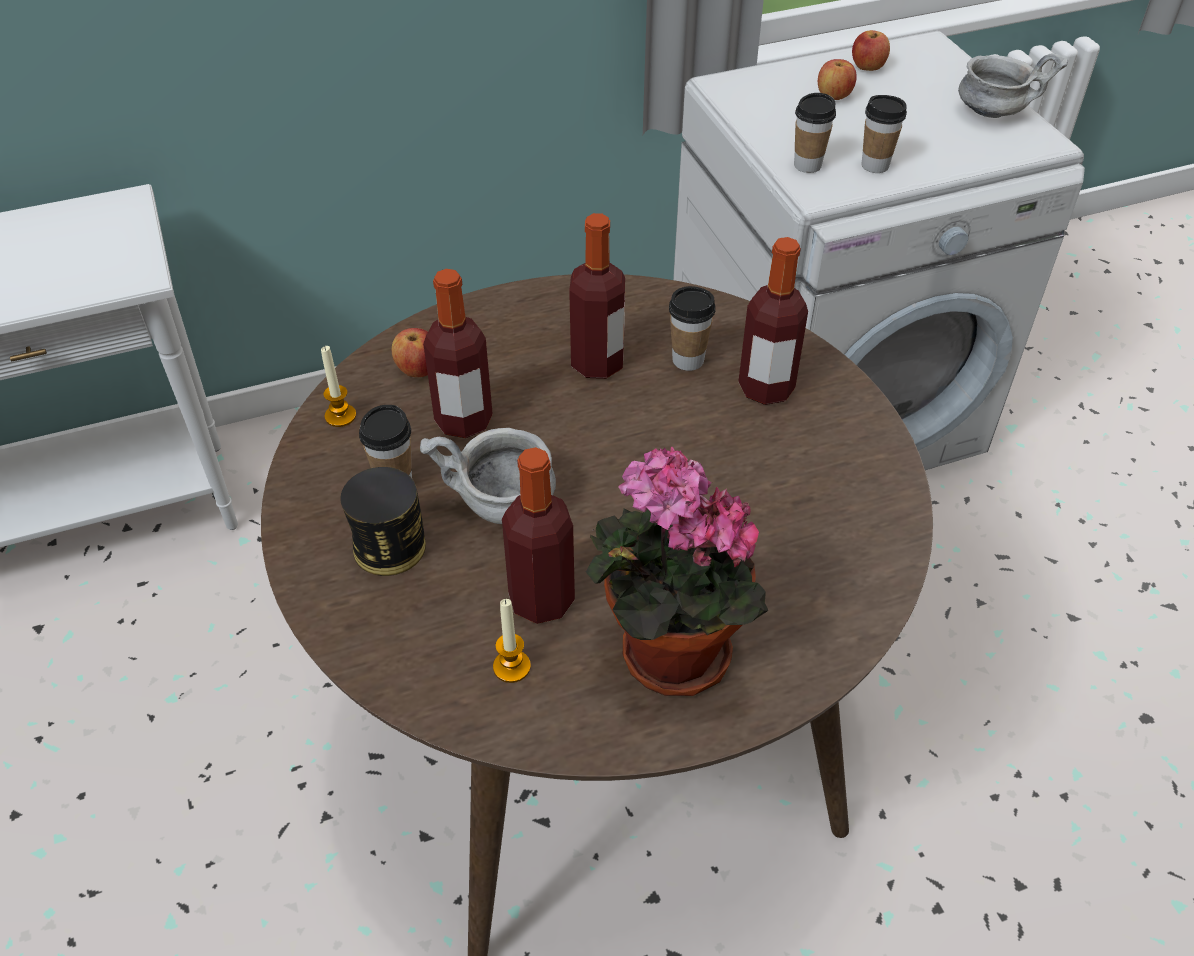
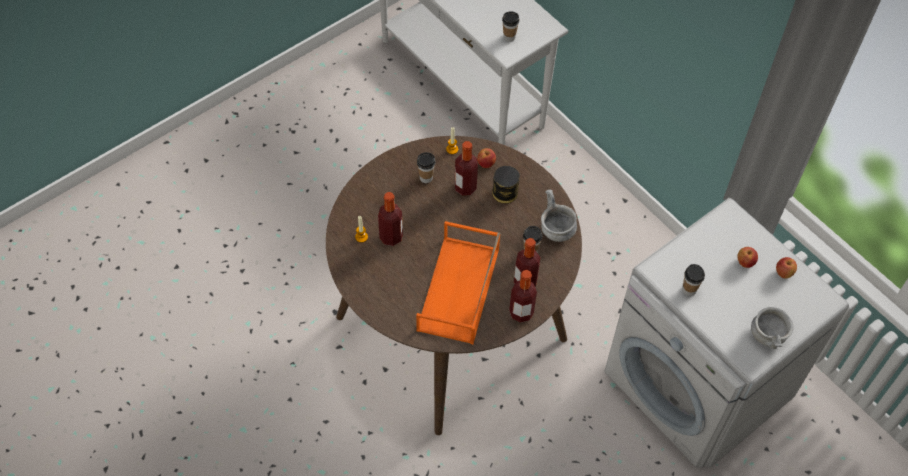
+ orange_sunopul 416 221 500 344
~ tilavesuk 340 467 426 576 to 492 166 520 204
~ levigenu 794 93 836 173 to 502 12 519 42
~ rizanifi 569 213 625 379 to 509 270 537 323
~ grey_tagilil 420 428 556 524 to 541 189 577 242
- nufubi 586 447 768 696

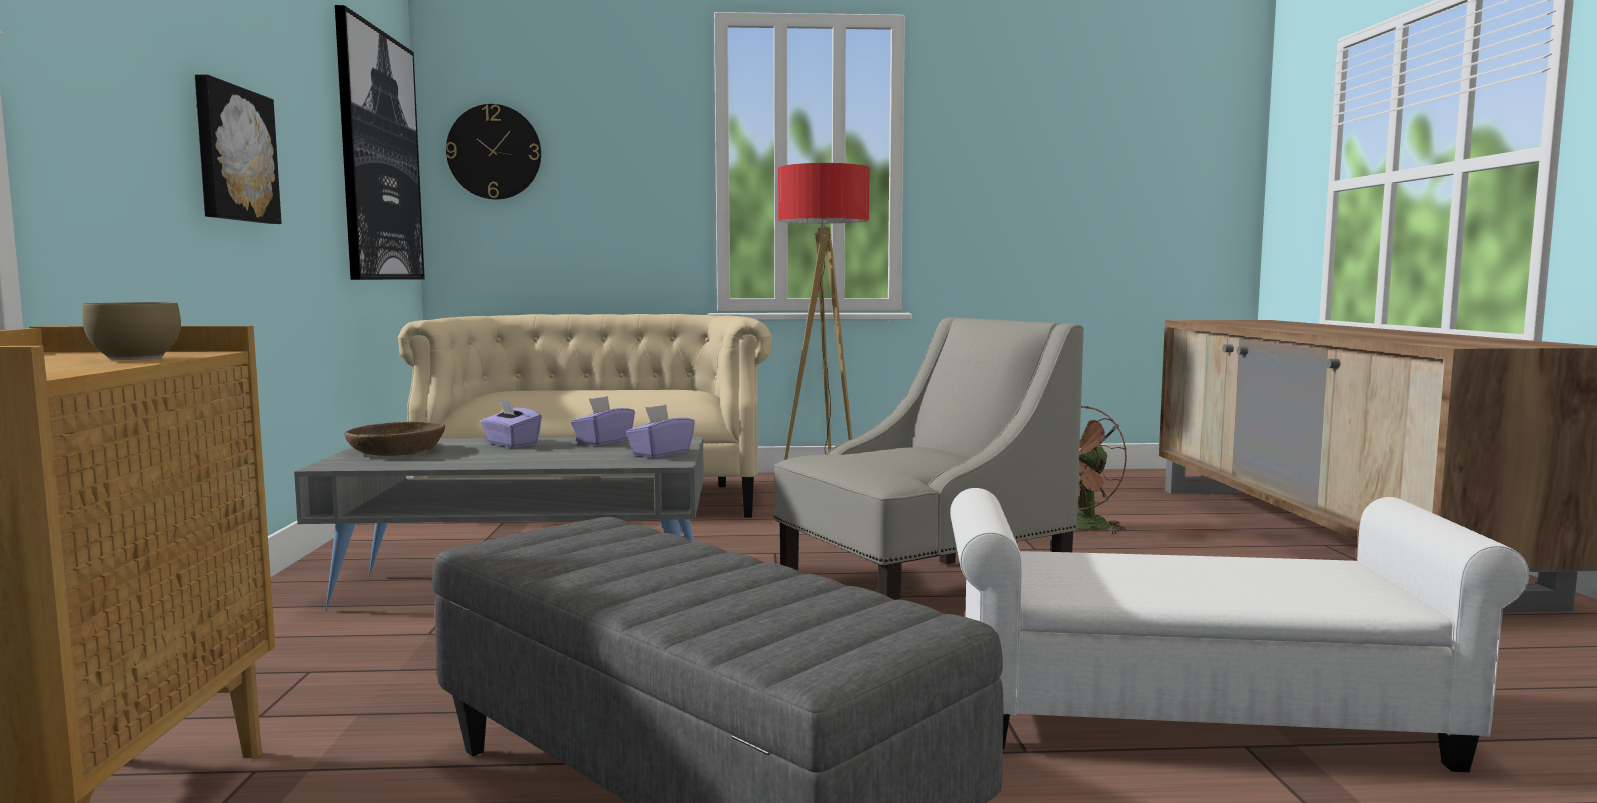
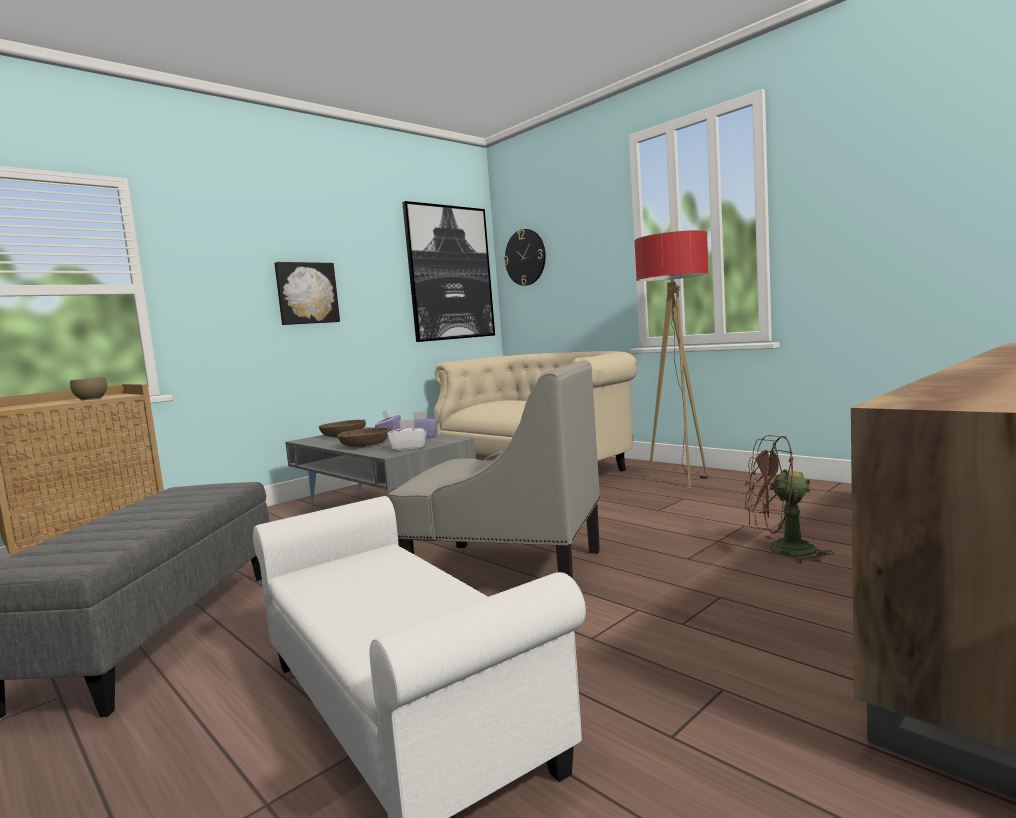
+ brown_tagilil 337 427 391 447
~ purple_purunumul 626 405 695 458 to white_purunumul 387 419 427 451

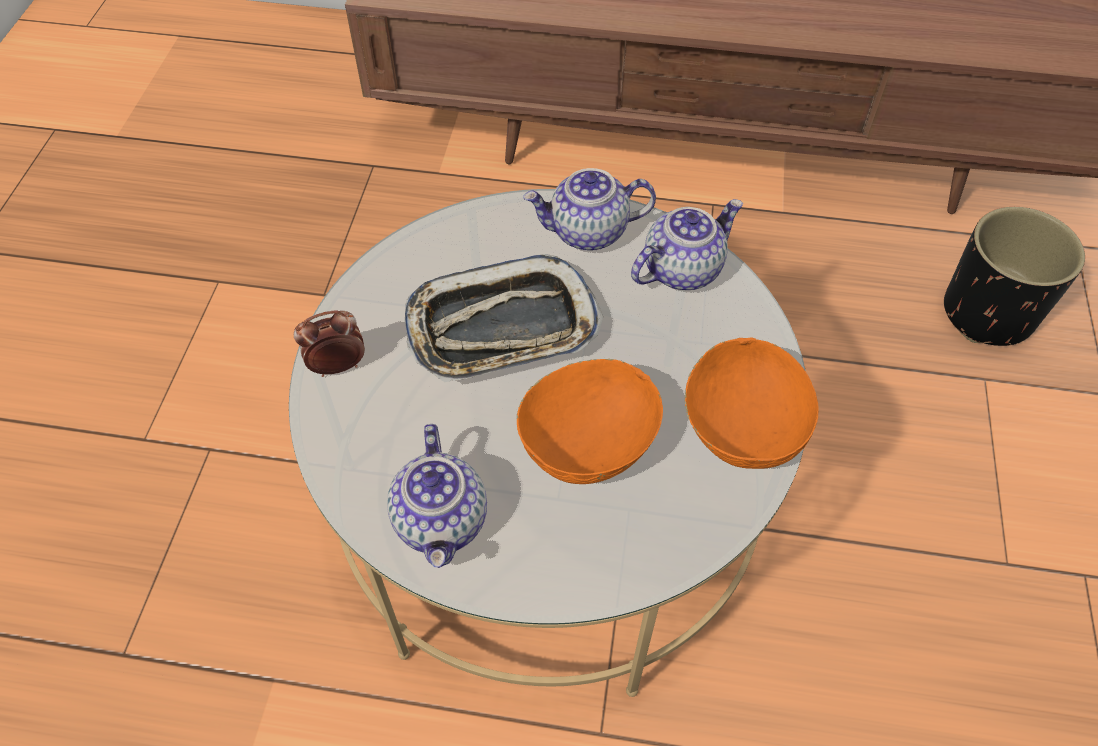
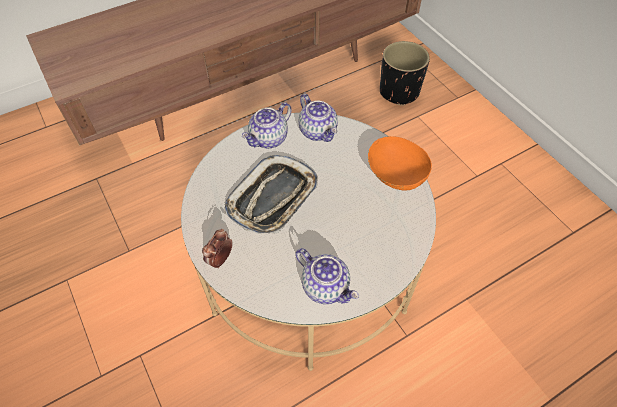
~ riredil 631 199 743 290 = 299 94 338 142 135 degrees clockwise
- orange_tagilil 517 358 663 484

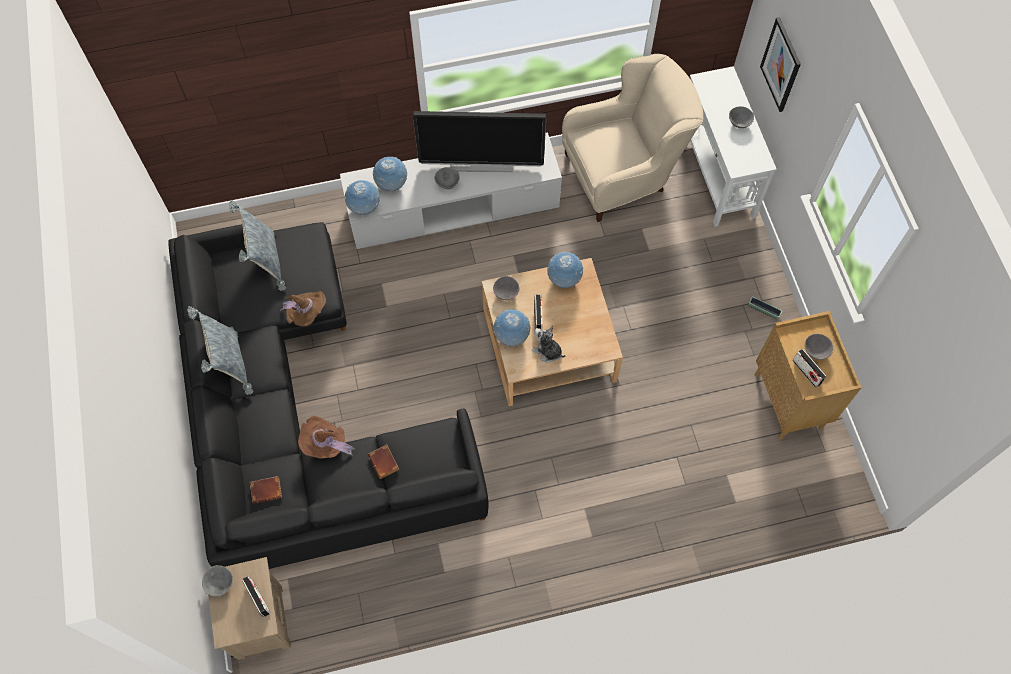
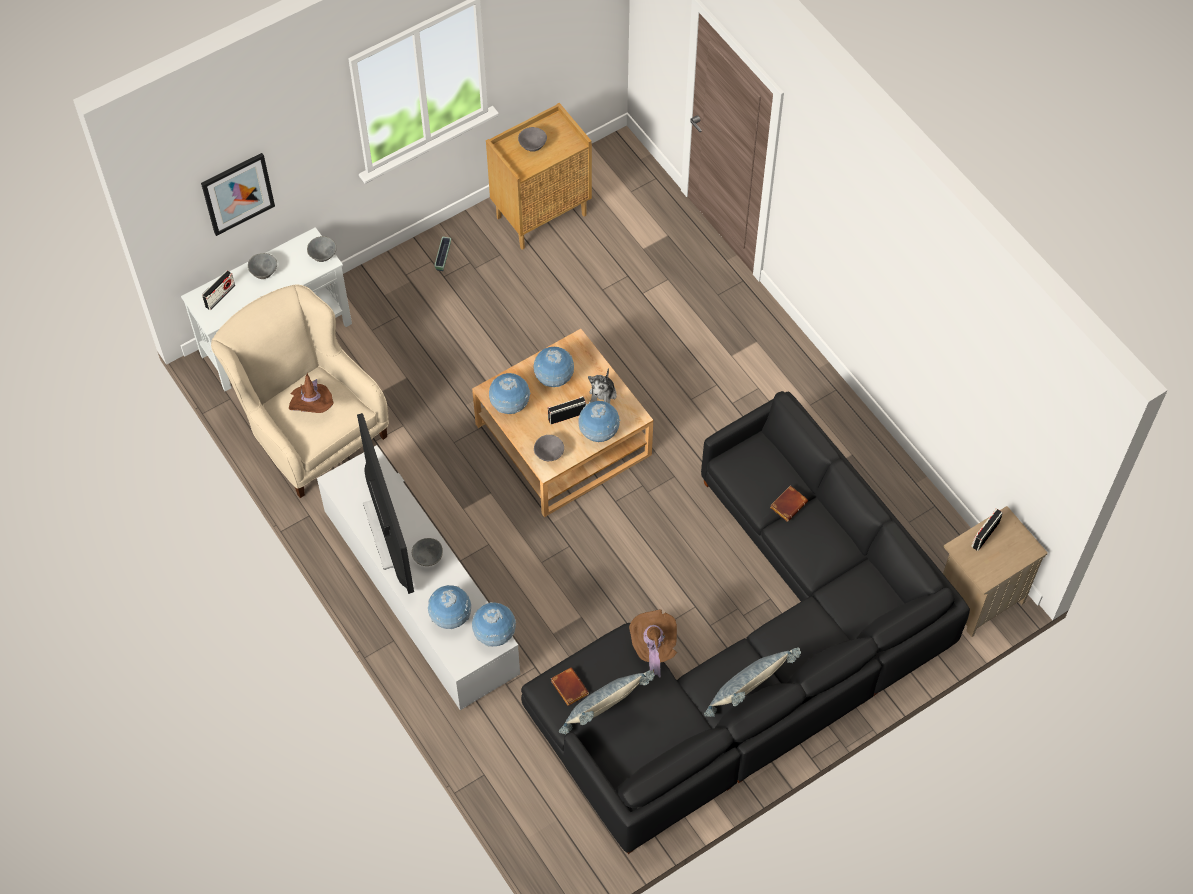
~ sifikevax 792 349 826 388 to 202 270 235 310
~ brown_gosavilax 298 416 355 459 to 289 372 334 413
~ grey_tagilil 202 565 233 597 to 307 236 337 262
+ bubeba 533 347 574 387
~ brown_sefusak 250 476 282 504 to 551 667 589 706

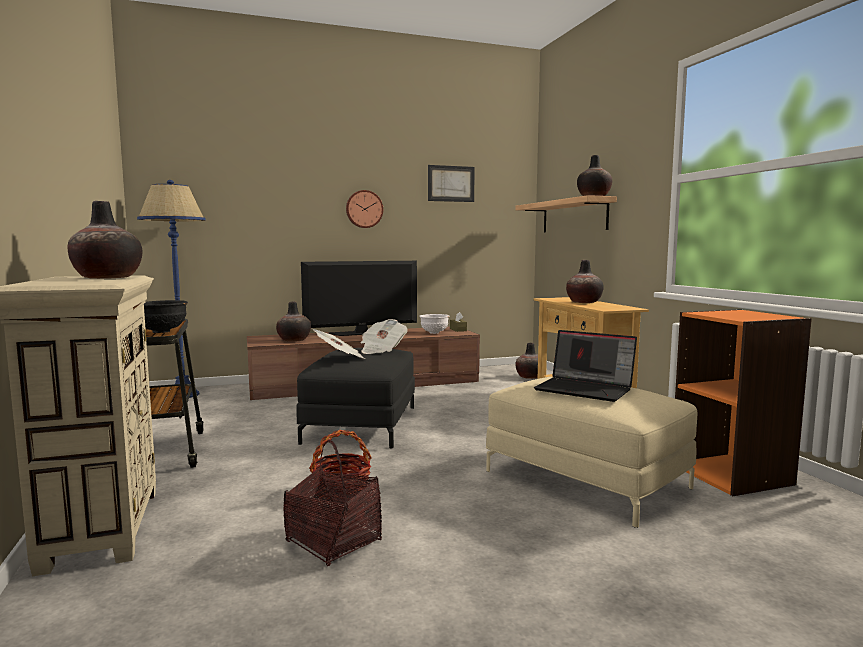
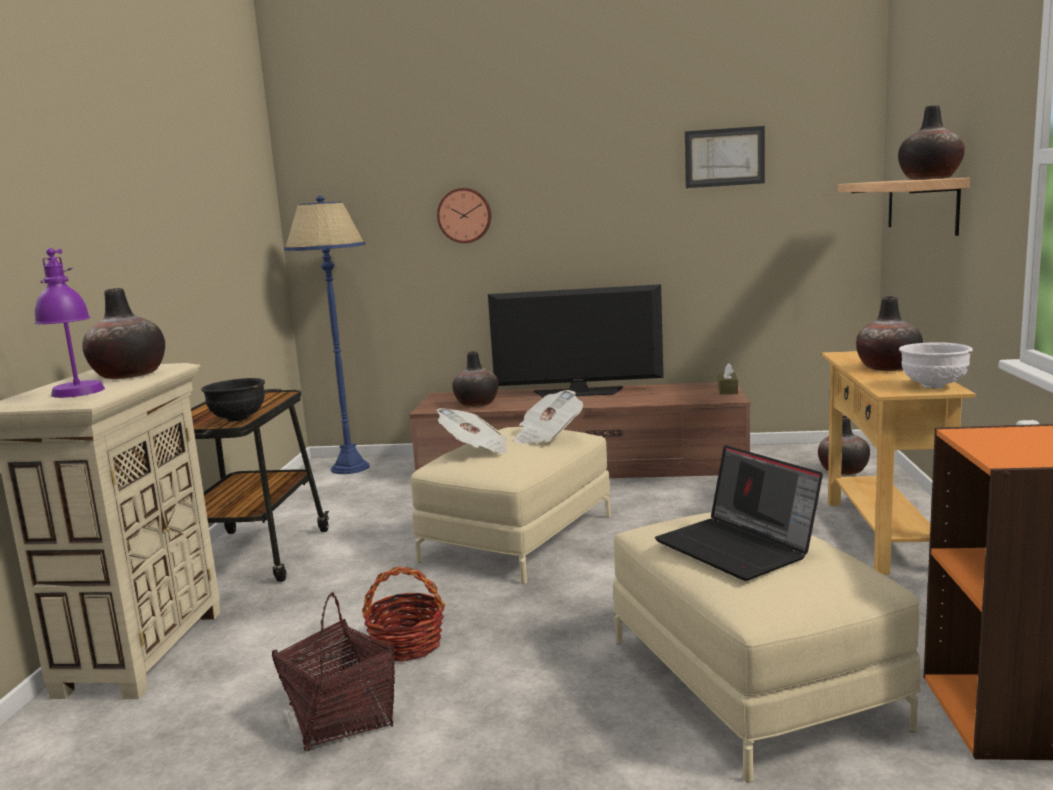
+ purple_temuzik 34 248 105 398
~ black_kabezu 297 348 415 448 to beige_kabezu 411 427 611 584
~ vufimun 346 190 383 228 to 437 188 491 243
~ white_tagilil 419 314 449 334 to 899 342 973 388

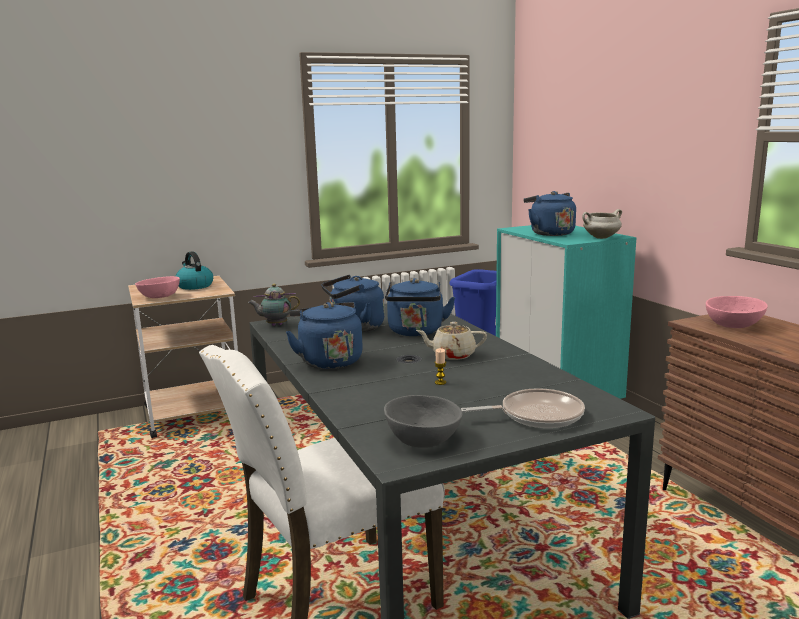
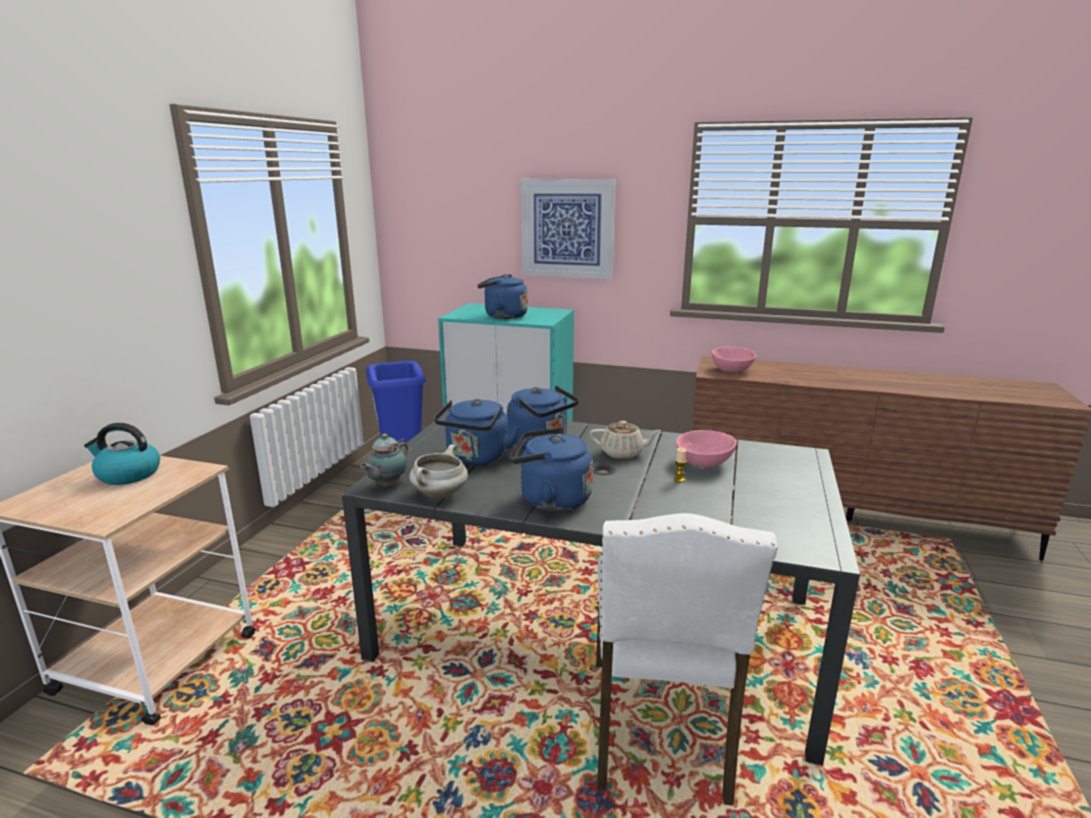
~ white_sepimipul 582 209 622 239 to 409 444 468 498
+ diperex 521 179 616 279
~ beige_riredil 416 322 487 360 = 590 421 661 459 120 degrees counterclockwise
~ pink_tagilil 135 276 180 298 to 676 430 737 468
- grey_tagilil 384 395 463 448
- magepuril 461 388 585 428

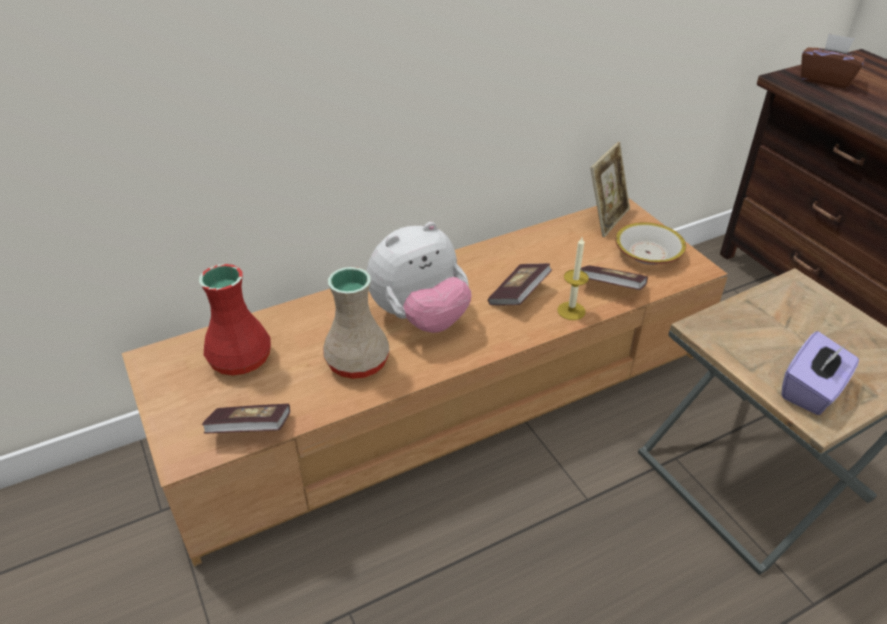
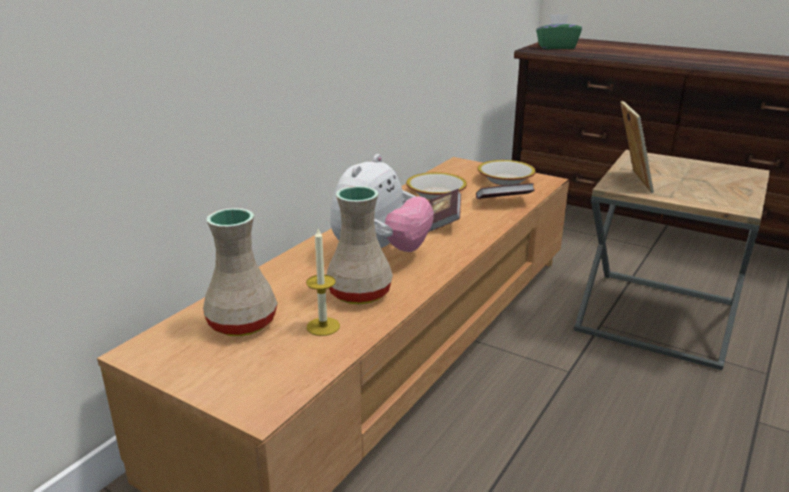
~ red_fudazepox 199 264 271 376 to beige_fudazepox 203 208 277 336
~ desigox 557 237 589 320 to 306 229 340 336
+ tagilil 406 172 467 200
~ brown_purunumul 801 33 865 89 to green_purunumul 536 14 582 49
~ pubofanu 590 142 630 237 to 621 101 654 193
- sefusak 202 404 290 433
- purple_purunumul 781 331 859 415

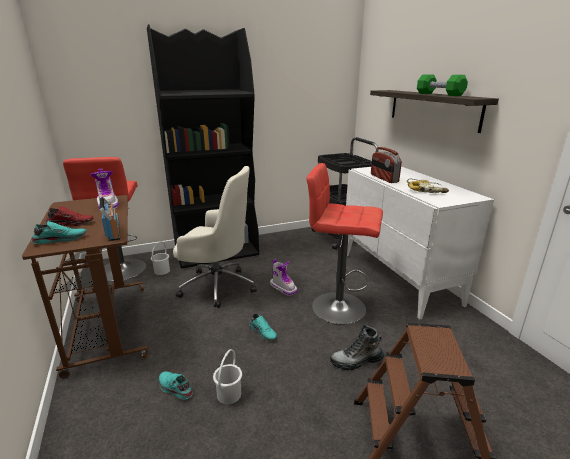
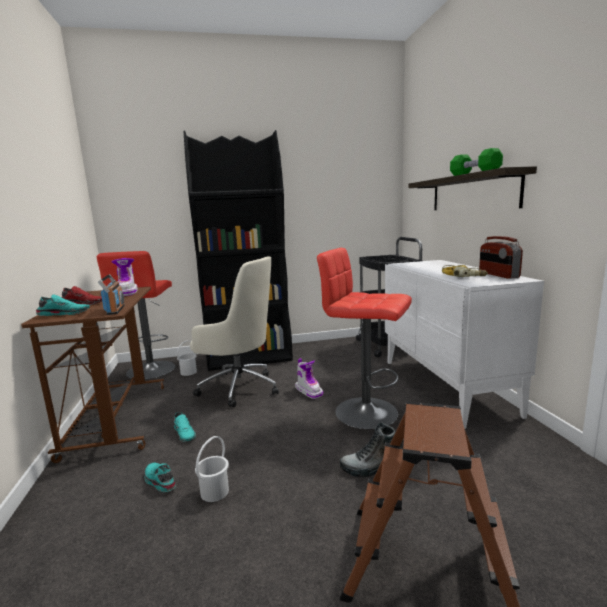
~ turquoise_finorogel 250 314 277 341 to 174 412 196 442
~ sifikevax 371 147 402 183 to 479 236 523 279

